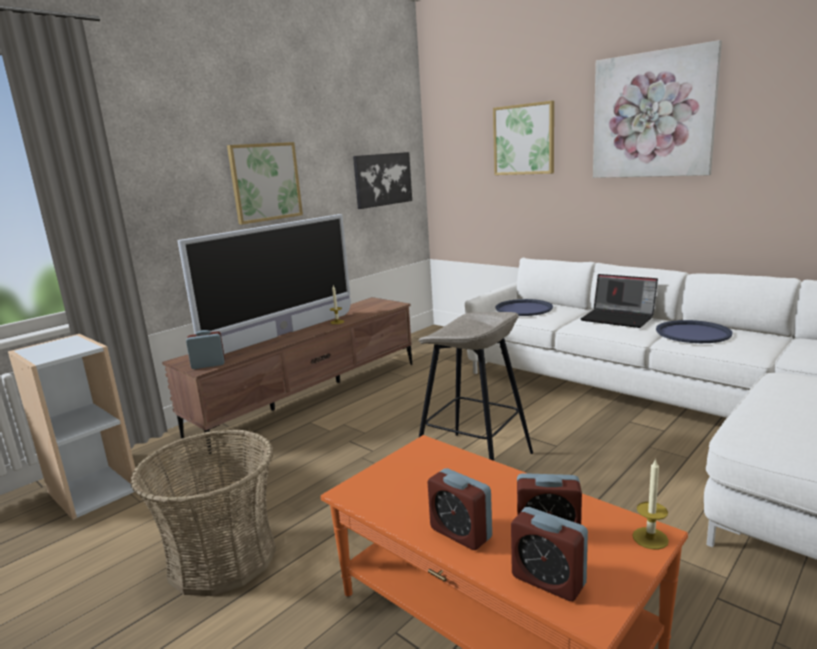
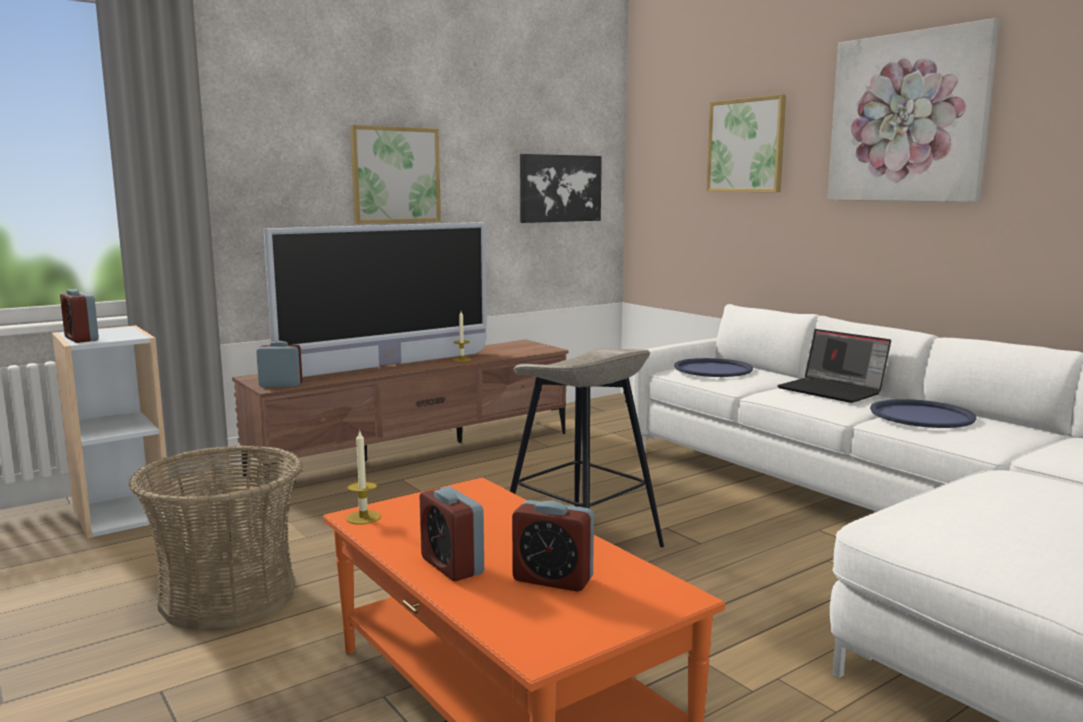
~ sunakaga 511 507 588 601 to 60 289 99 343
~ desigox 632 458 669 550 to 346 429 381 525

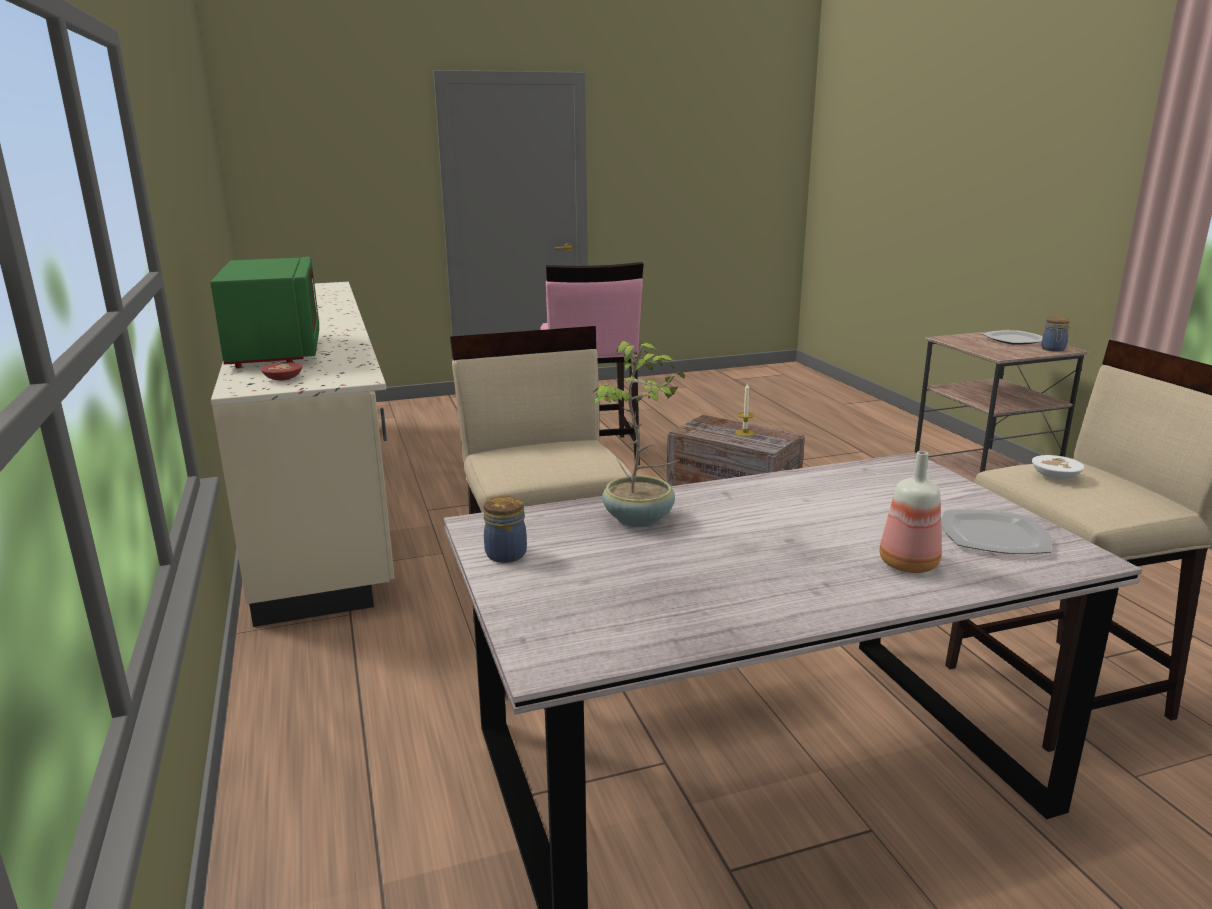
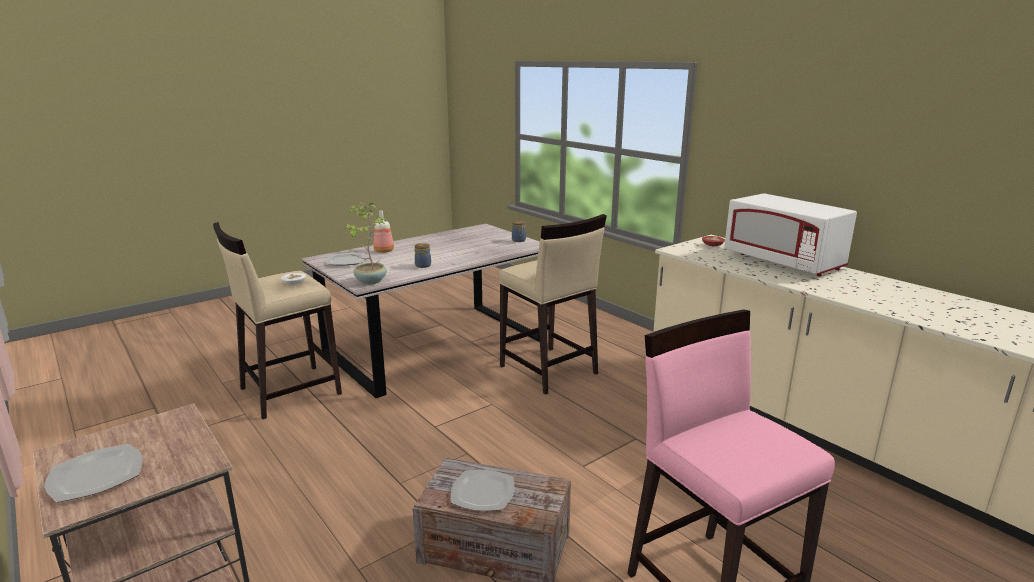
~ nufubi 593 341 685 527 to 346 202 387 284
~ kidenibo 1041 317 1070 352 to 415 243 431 268
~ desigox 735 382 755 436 to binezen 451 470 514 511
~ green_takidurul 210 257 319 368 to white_takidurul 724 193 857 277

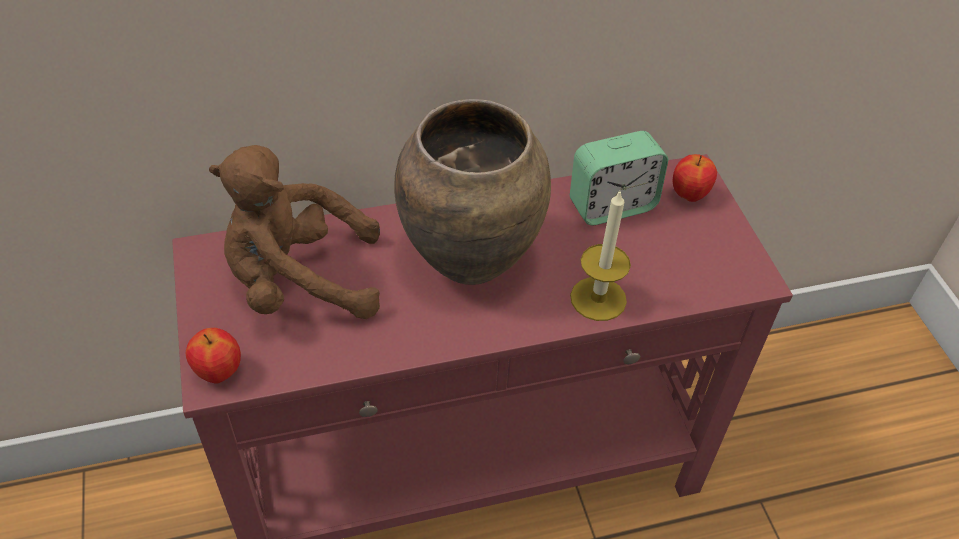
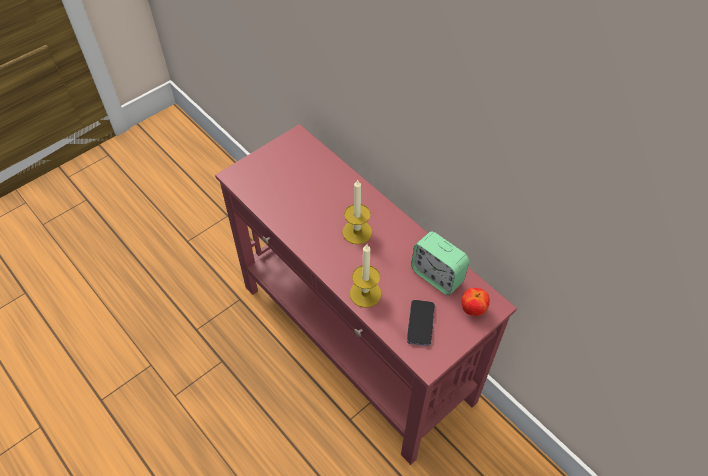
~ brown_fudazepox 394 99 551 285 to desigox 342 179 372 244
+ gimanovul 407 300 435 346
- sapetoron 185 328 241 384
- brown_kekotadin 209 145 380 319

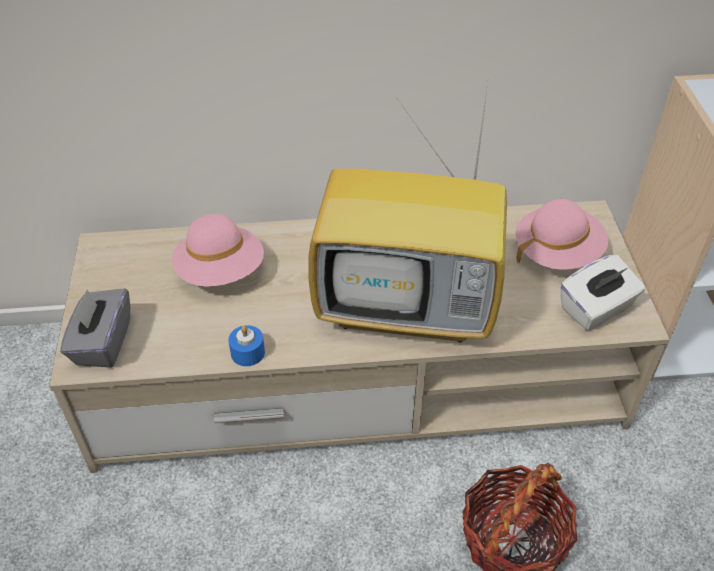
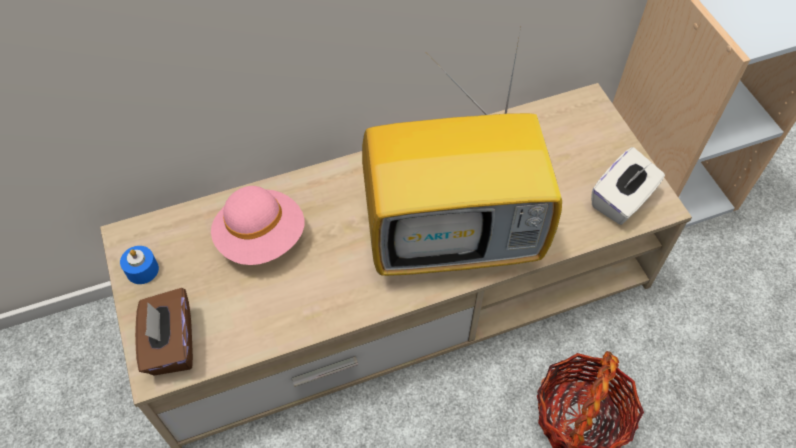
~ blue_desigox 228 325 265 366 to 120 246 159 284
~ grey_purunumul 60 288 130 368 to brown_purunumul 135 288 193 376
- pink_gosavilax 515 199 609 270

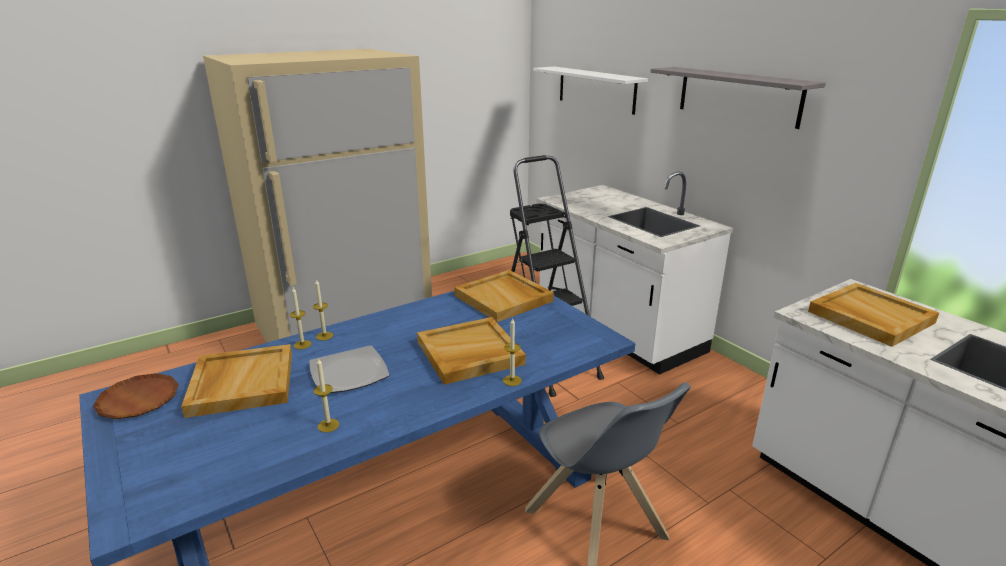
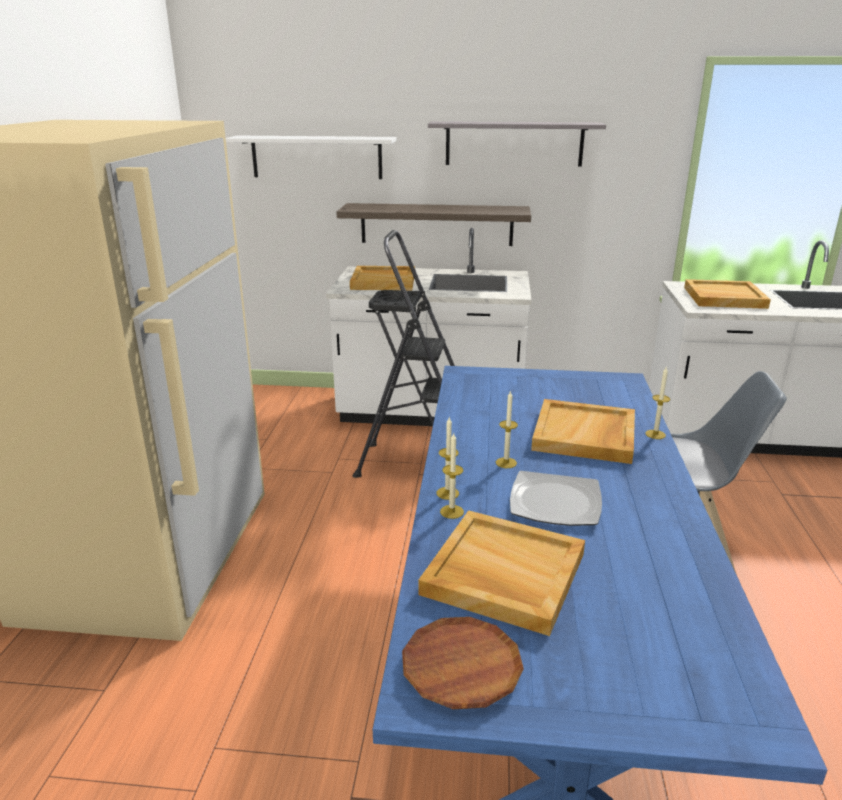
+ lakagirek 336 203 531 246
~ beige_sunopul 454 270 554 322 to 350 266 415 290
~ desigox 314 358 339 432 to 496 390 518 468

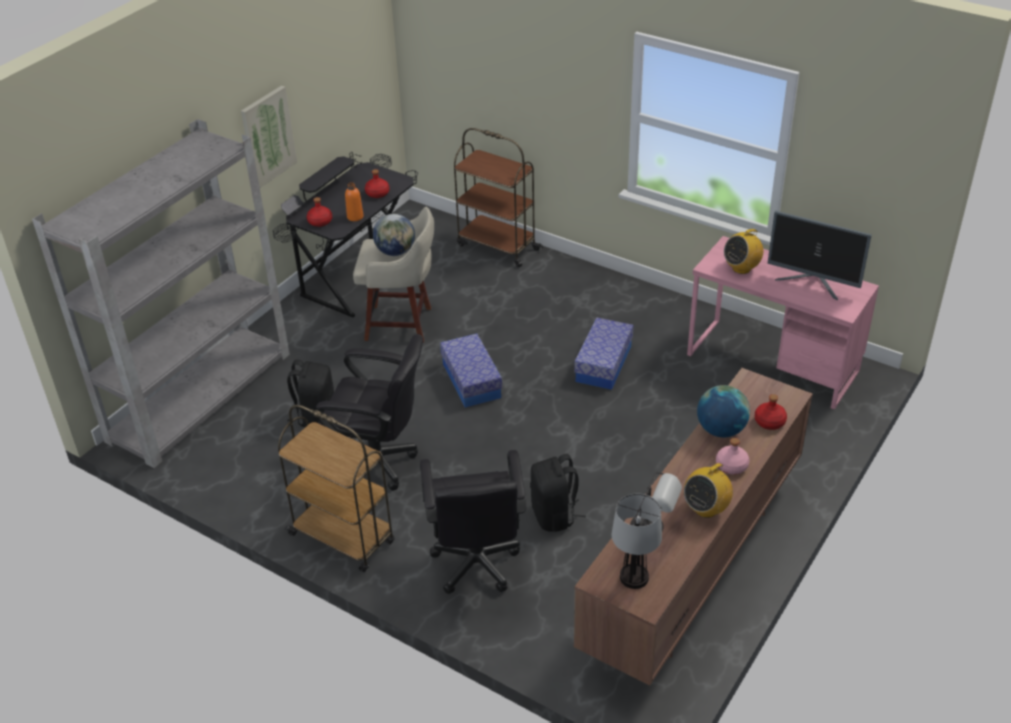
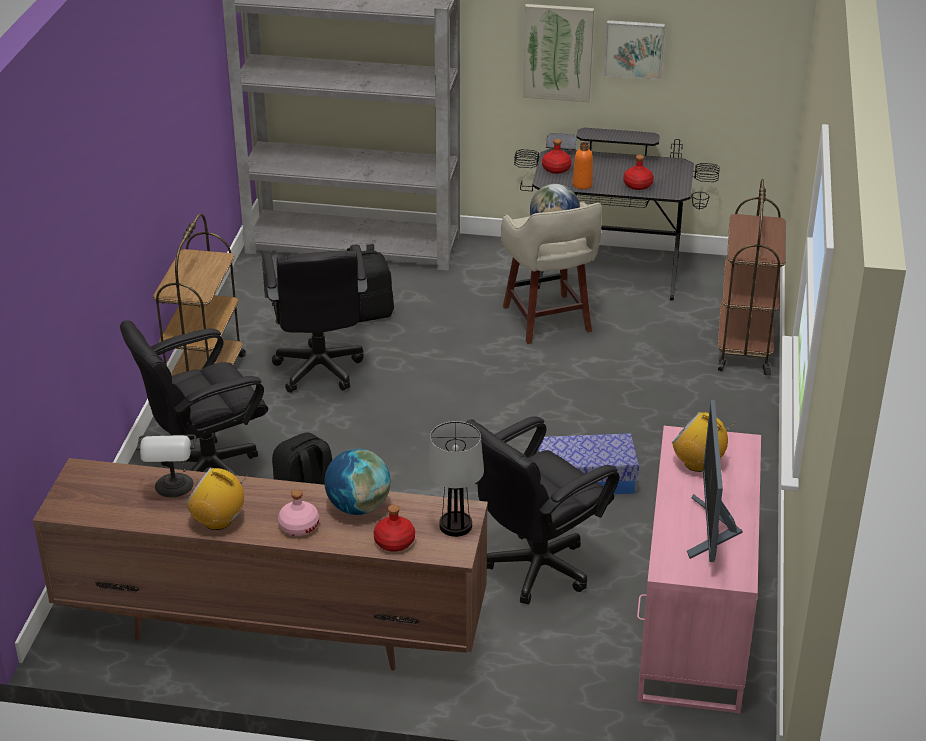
~ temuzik 612 494 662 589 to 427 421 484 537
+ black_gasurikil 466 416 619 605
+ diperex 604 20 665 80
- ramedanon 440 334 502 408

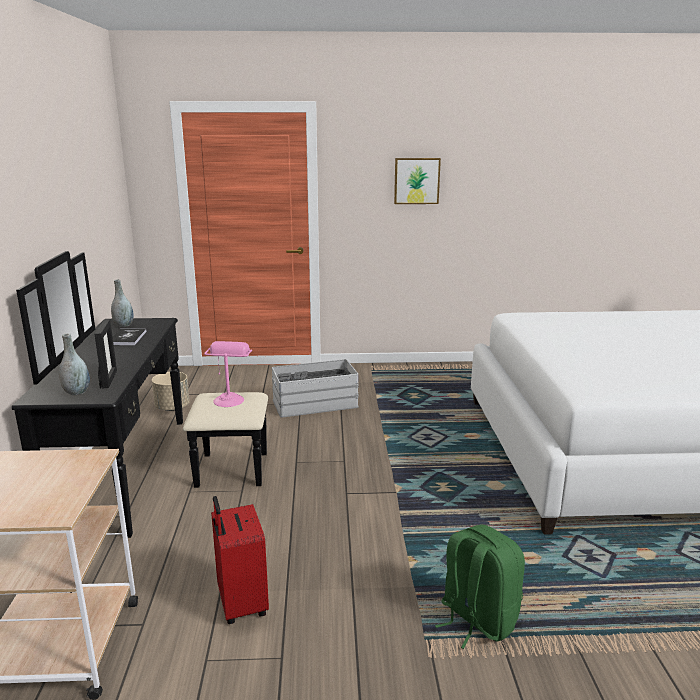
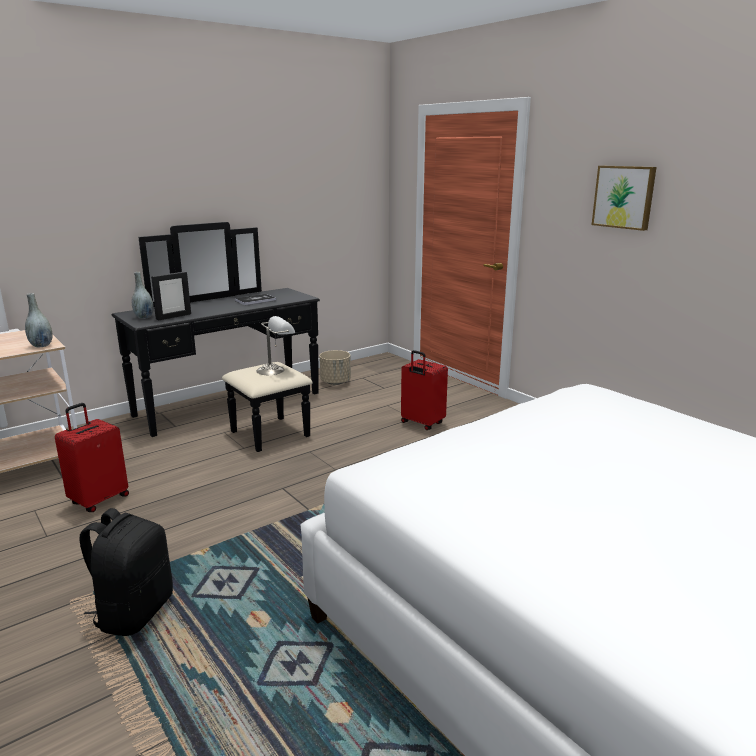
~ grey_fudazepox 111 279 134 327 to 25 293 53 347
~ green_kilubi 435 525 525 649 to black_kilubi 79 508 173 636
~ pink_temuzik 204 341 252 407 to white_temuzik 256 316 295 375
~ grey_ramedanon 272 359 359 417 to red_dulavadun 401 350 448 430

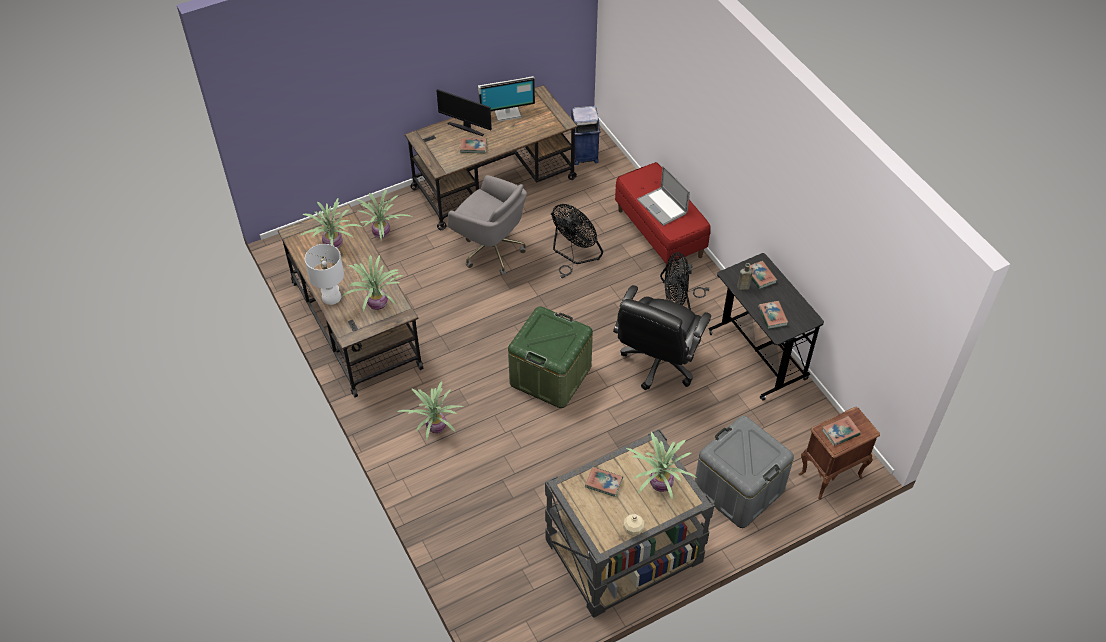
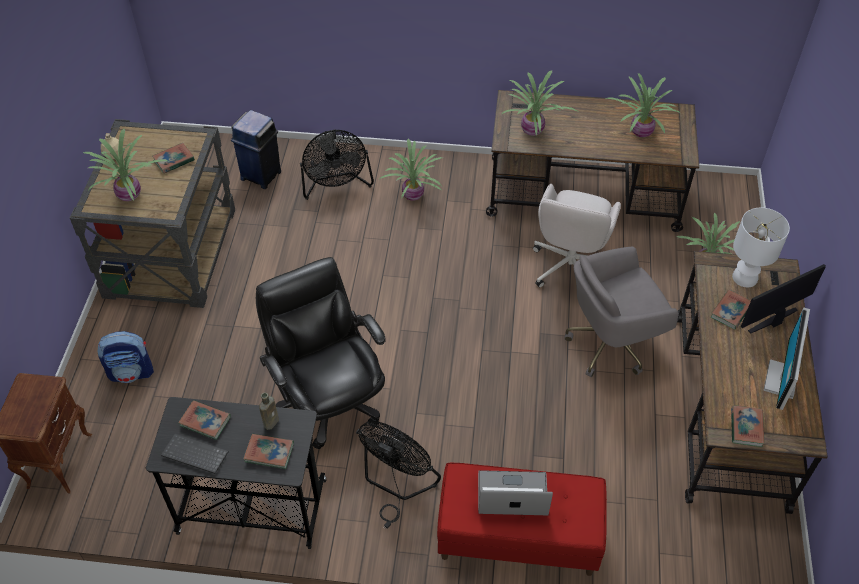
~ grey_ramedanon 695 416 794 528 to kilubi 97 331 154 383
+ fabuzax 161 434 229 474
~ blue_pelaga 570 106 601 165 to 231 110 281 189
~ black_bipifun 551 204 603 278 to 300 130 374 200
+ white_gasurikil 533 183 621 288
~ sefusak 822 416 861 446 to 731 405 765 447
~ white_temuzik 305 244 344 305 to 732 208 790 287
- green_ramedanon 508 306 593 408

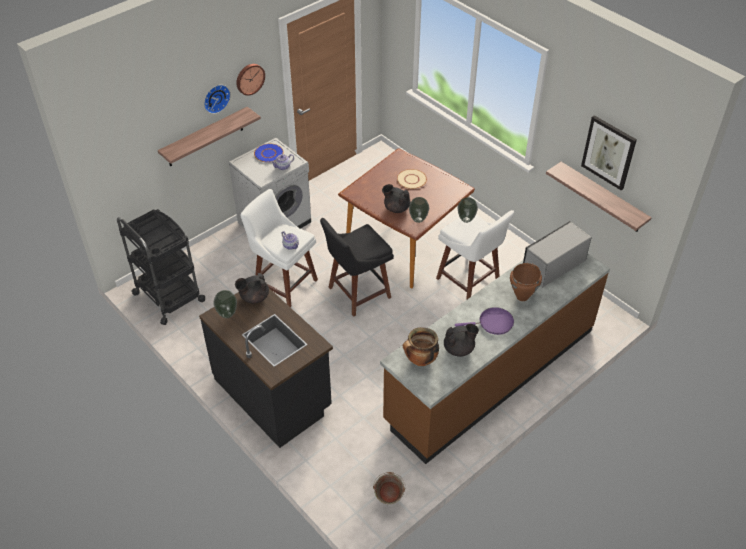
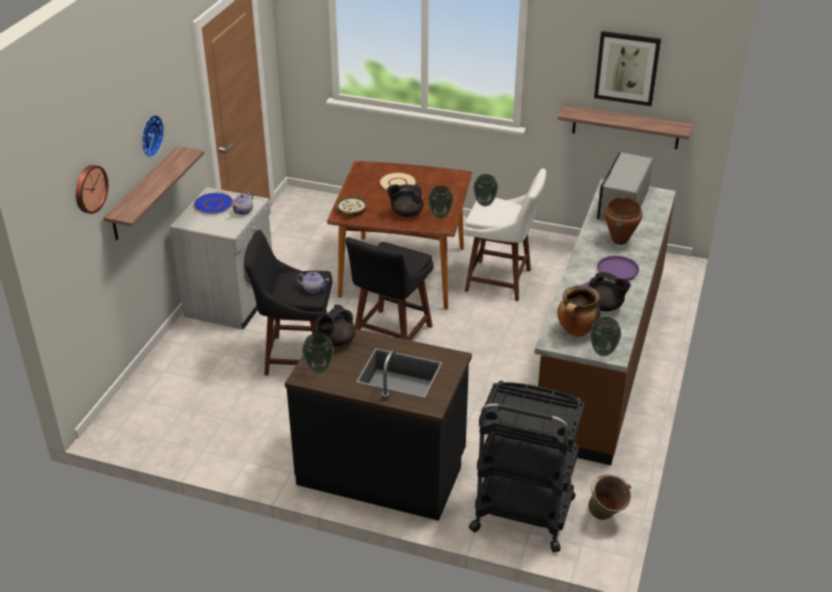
~ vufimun 236 64 265 96 to 76 165 108 214
~ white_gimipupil 240 189 318 307 to black_gimipupil 244 230 332 376
+ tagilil 336 194 368 216
~ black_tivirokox 117 209 205 325 to 469 381 584 552
~ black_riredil 444 324 479 357 = 589 272 631 312 75 degrees clockwise
+ fudazepox 590 317 621 356

